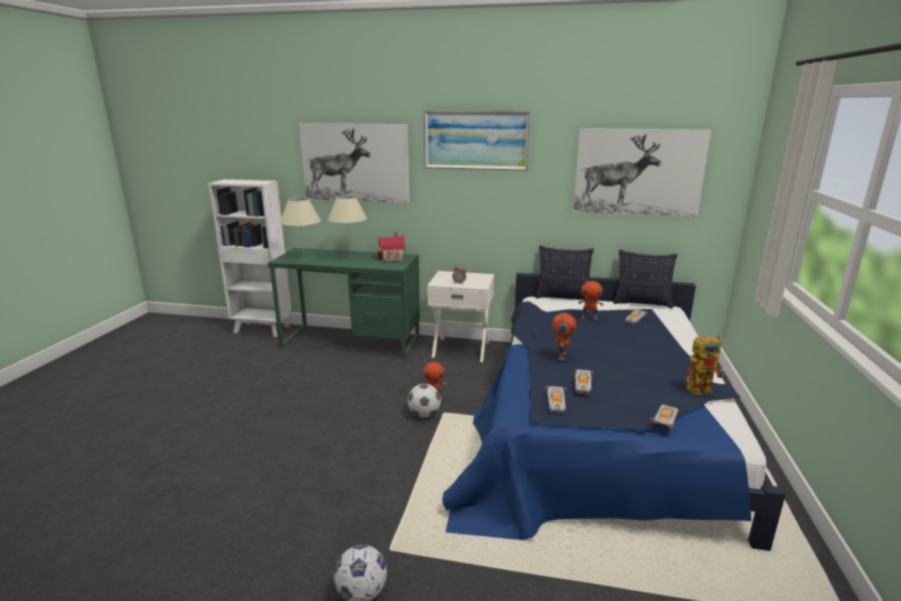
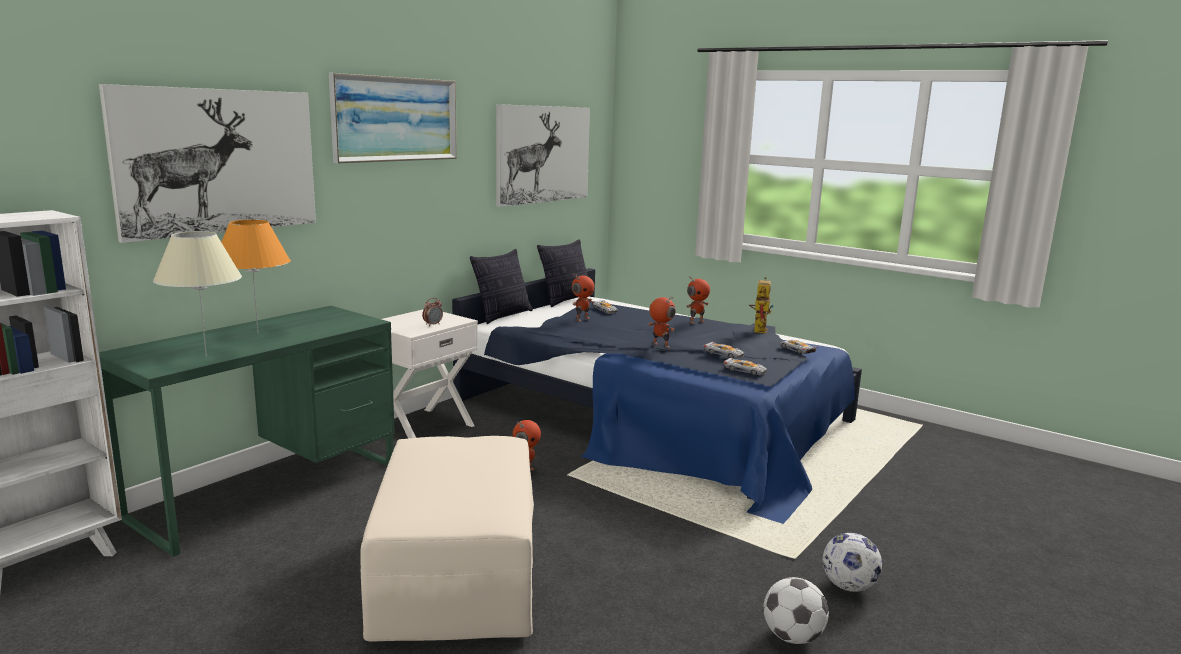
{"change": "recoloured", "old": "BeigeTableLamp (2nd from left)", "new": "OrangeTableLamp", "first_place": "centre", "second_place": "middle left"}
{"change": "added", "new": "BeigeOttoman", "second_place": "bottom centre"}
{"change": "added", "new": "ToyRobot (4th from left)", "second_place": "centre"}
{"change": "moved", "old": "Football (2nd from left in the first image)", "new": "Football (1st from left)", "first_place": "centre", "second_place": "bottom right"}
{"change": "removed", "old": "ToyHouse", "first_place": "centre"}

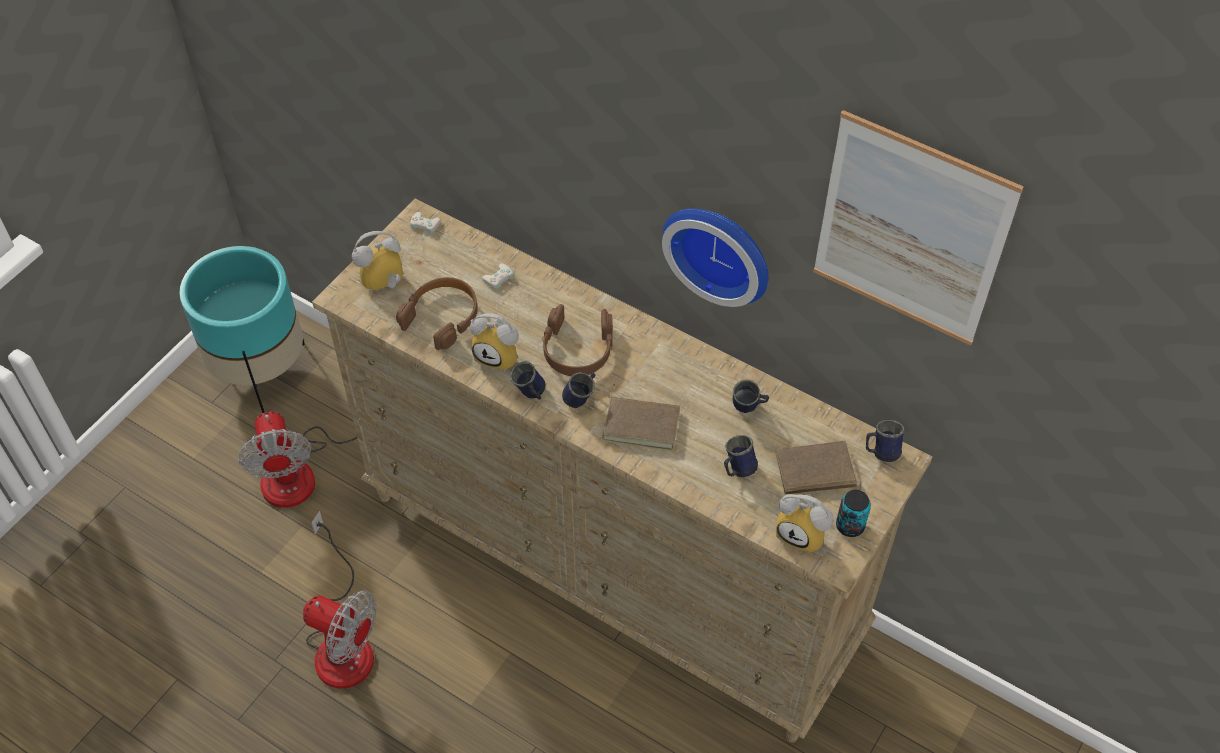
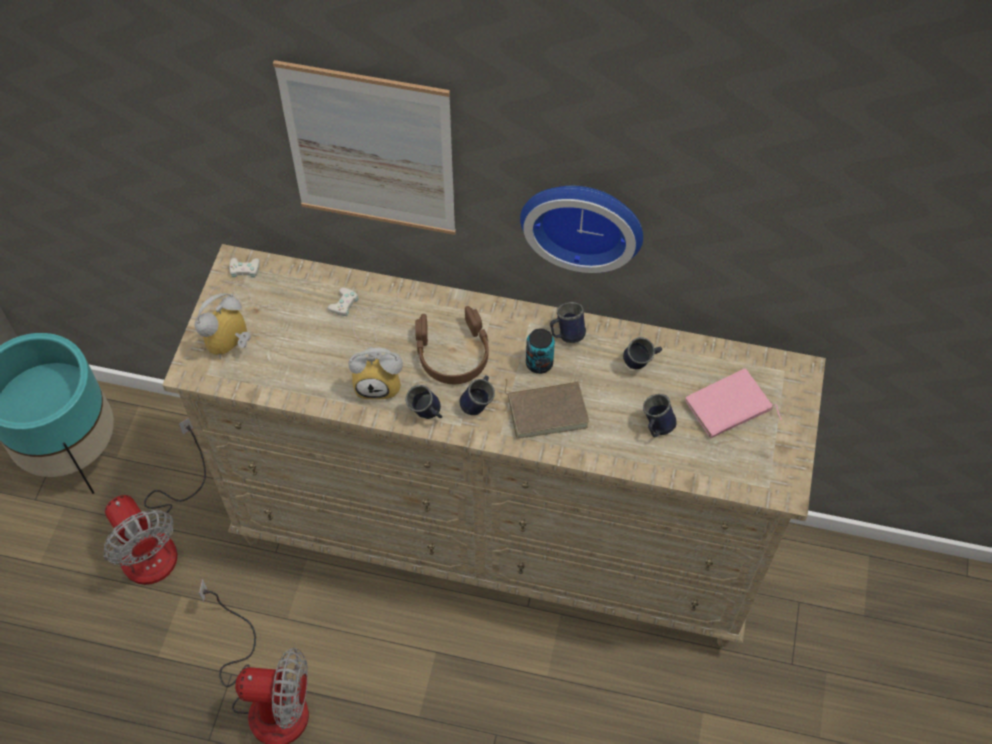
{"change": "moved", "old": "Picture", "first_place": "top right", "second_place": "top centre"}
{"change": "moved", "old": "Can", "first_place": "bottom right", "second_place": "centre"}
{"change": "moved", "old": "BlueMug (5th from left in the first image)", "new": "BlueMug (3rd from left)", "first_place": "middle right", "second_place": "centre"}
{"change": "recoloured", "old": "BrownBook (2nd from left)", "new": "PinkBook", "first_place": "middle right", "second_place": "middle right"}
{"change": "removed", "old": "BrownHeadphones (1st from left)", "first_place": "centre"}
{"change": "removed", "old": "AlarmClock (3rd from left)", "first_place": "bottom centre"}

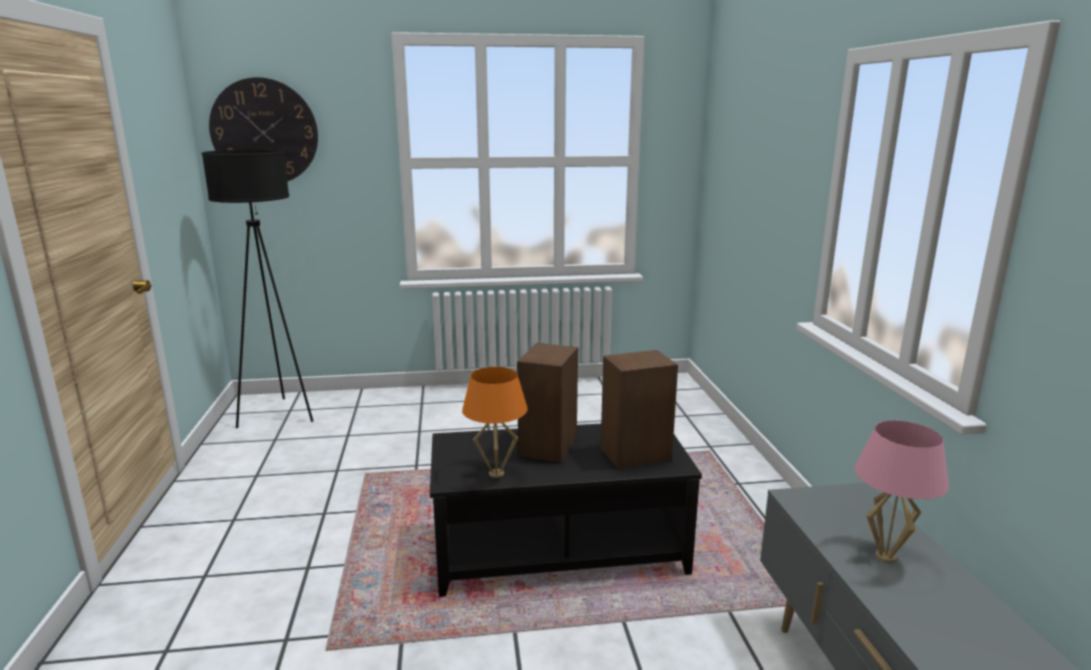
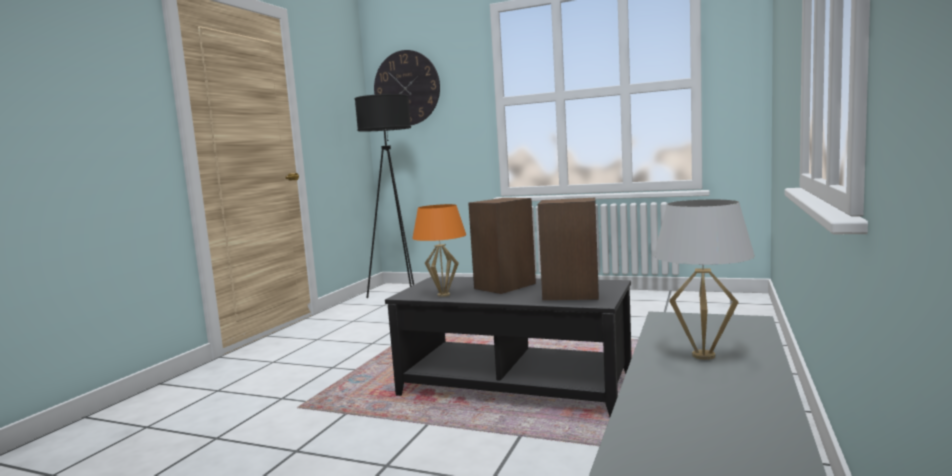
{"change": "recoloured", "old": "PinkTableLamp", "new": "WhiteTableLamp", "first_place": "bottom right", "second_place": "middle right"}

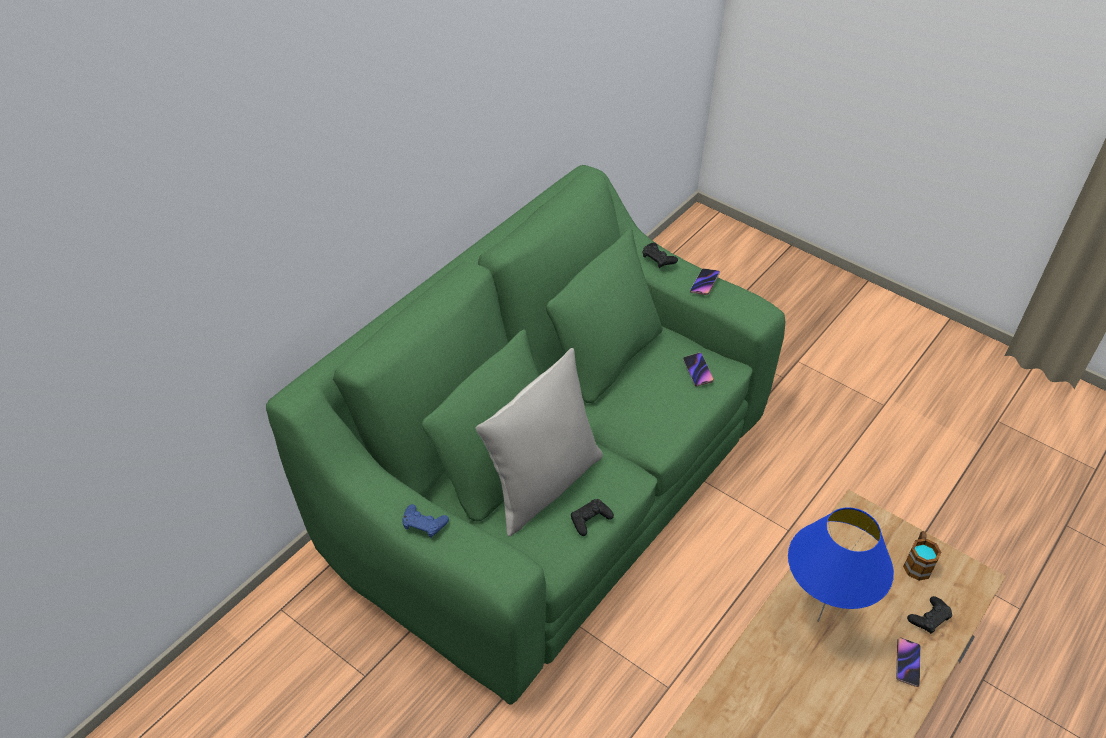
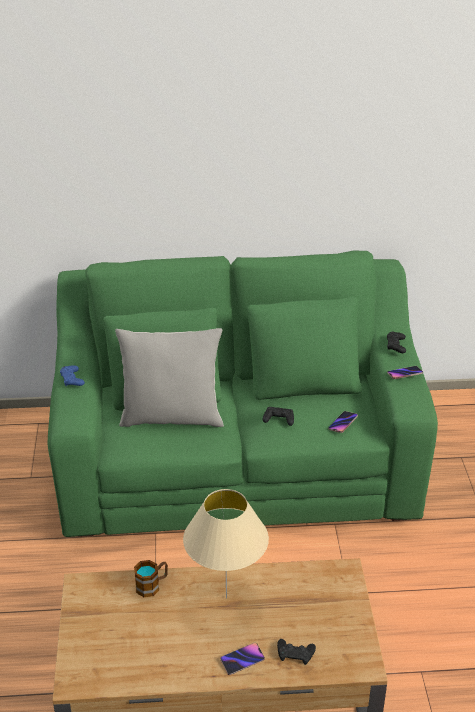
{"change": "moved", "old": "Mug", "first_place": "bottom right", "second_place": "bottom left"}
{"change": "recoloured", "old": "BlueTableLamp", "new": "BeigeTableLamp", "first_place": "bottom right", "second_place": "bottom centre"}
{"change": "moved", "old": "BlackGameController (1st from left)", "first_place": "bottom centre", "second_place": "centre"}

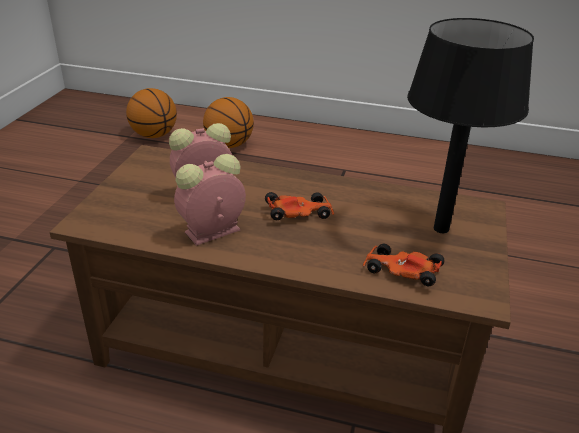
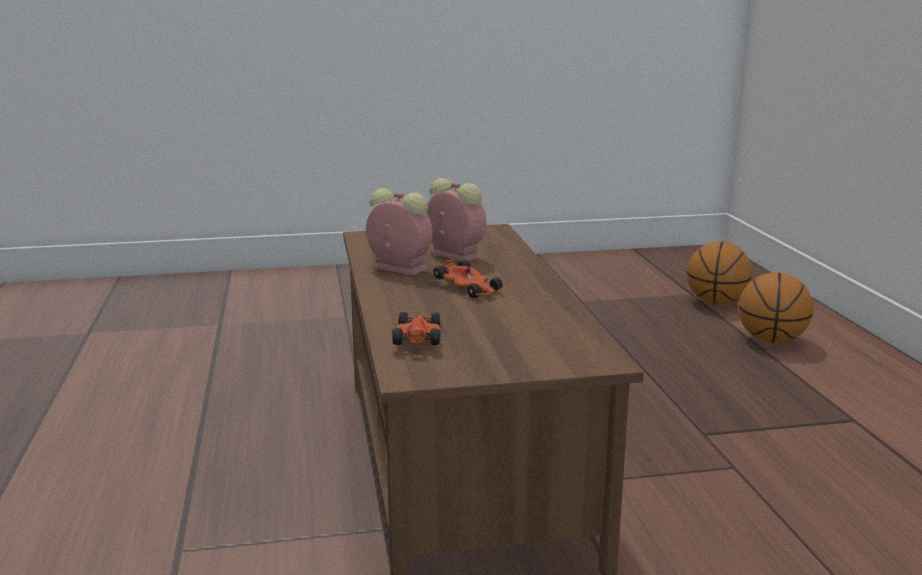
{"change": "removed", "old": "BlackTableLamp", "first_place": "top right"}

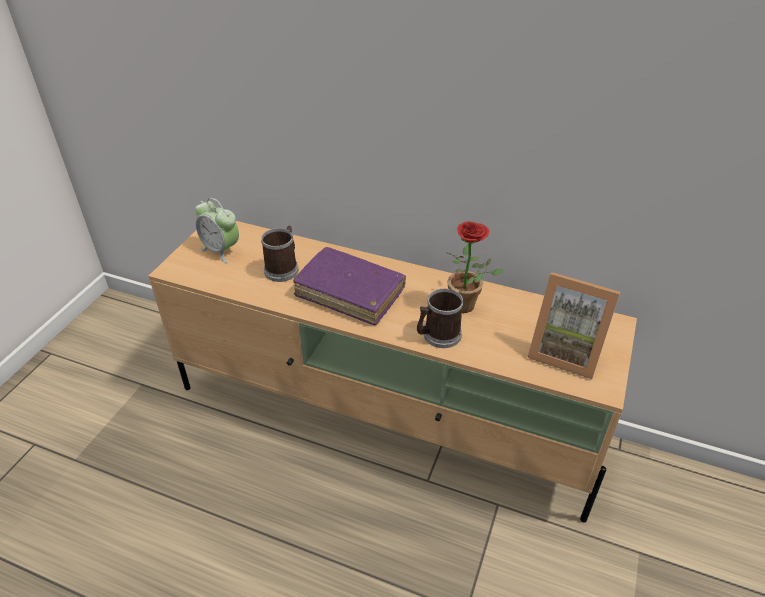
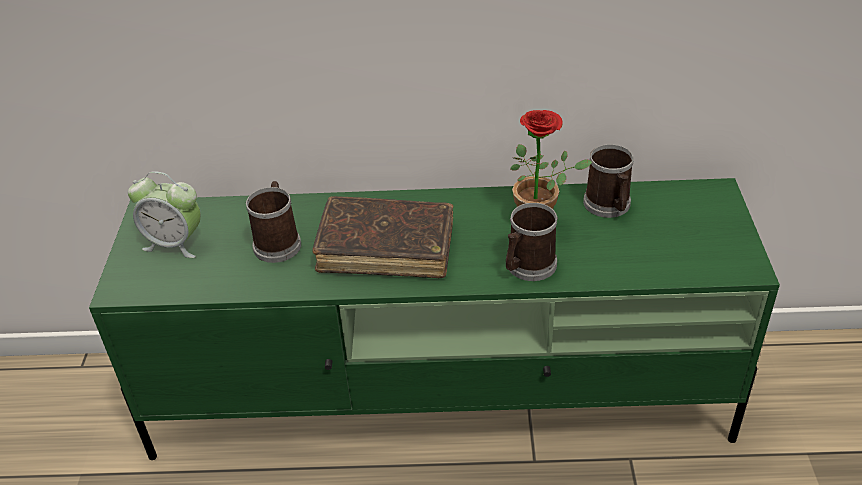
{"change": "recoloured", "old": "BeigeTvStand", "new": "GreenTvStand", "first_place": "centre", "second_place": "centre"}
{"change": "recoloured", "old": "PurpleBook", "new": "BrownBook", "first_place": "centre", "second_place": "centre"}
{"change": "added", "new": "Mug (3rd from left)", "second_place": "middle right"}
{"change": "removed", "old": "PictureFrame", "first_place": "middle right"}

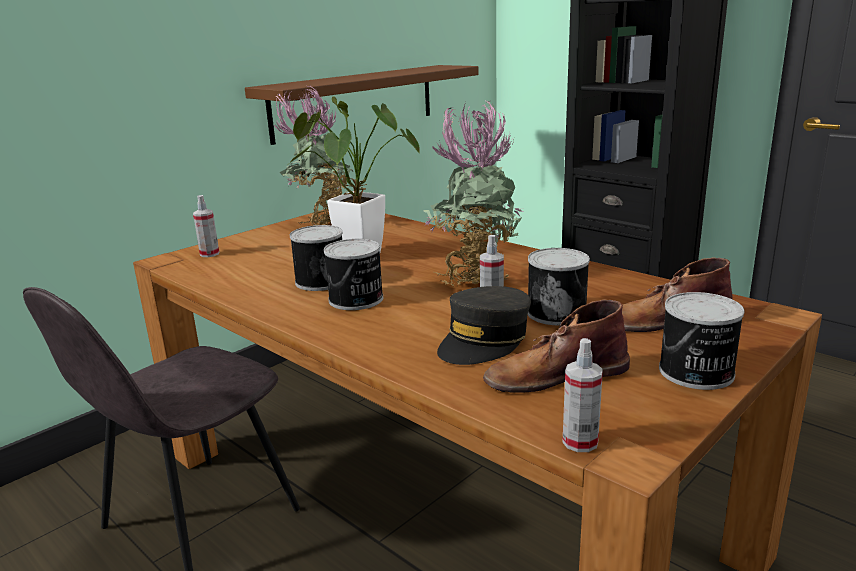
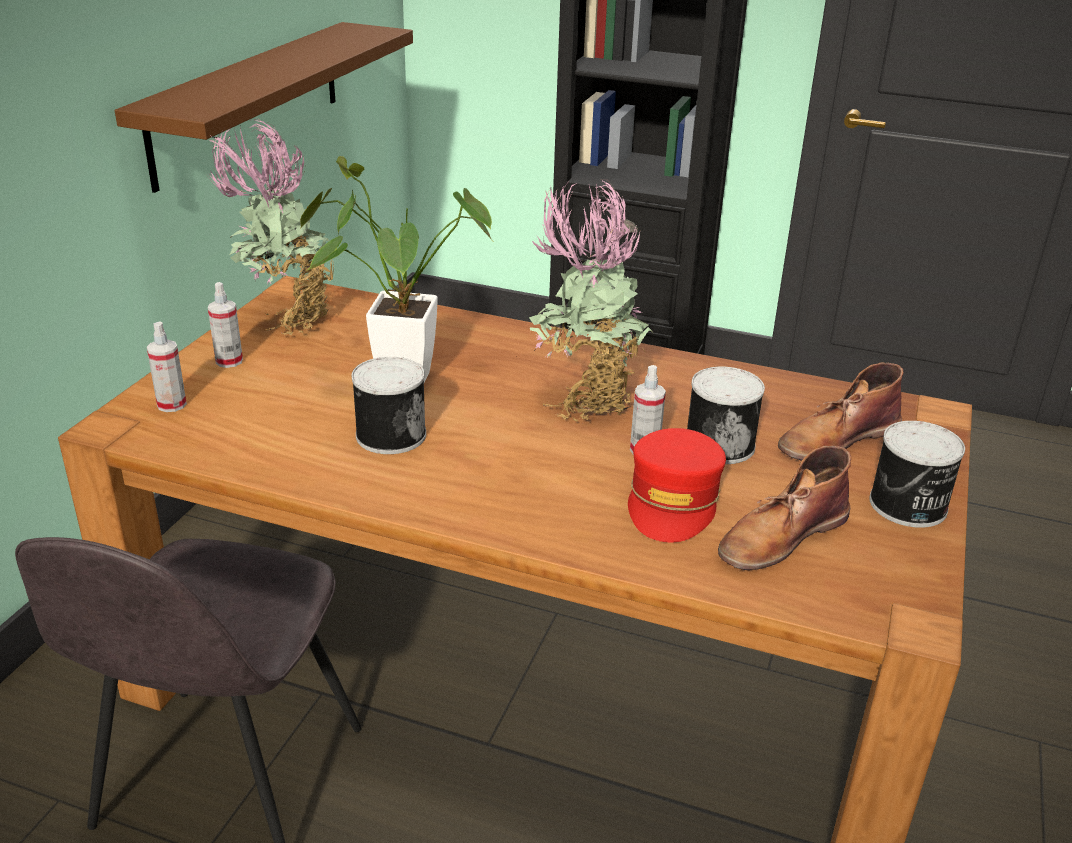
{"change": "moved", "old": "SprayBottle (3rd from left in the first image)", "new": "SprayBottle (2nd from left)", "first_place": "bottom right", "second_place": "middle left"}
{"change": "recoloured", "old": "GreyCap", "new": "RedCap", "first_place": "centre", "second_place": "centre"}
{"change": "removed", "old": "Can (2nd from left)", "first_place": "centre"}

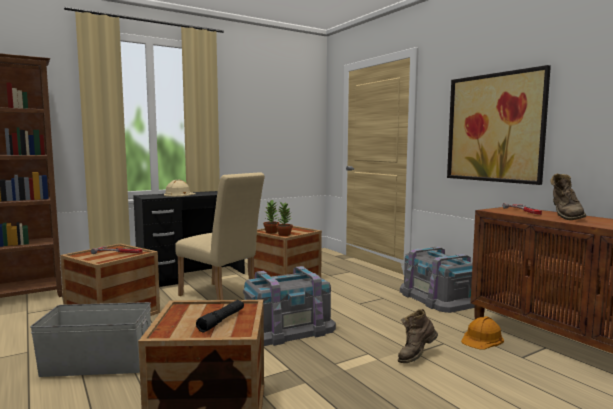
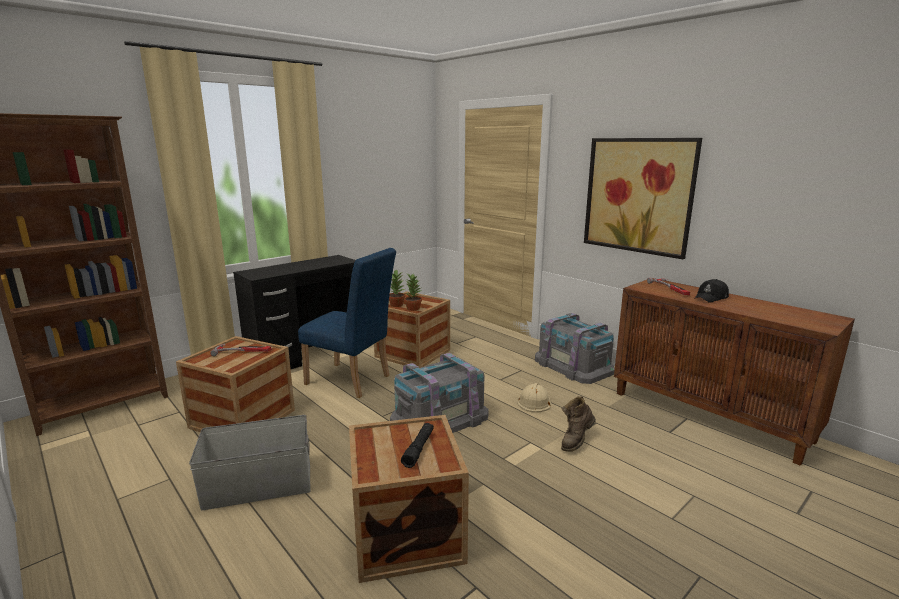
{"change": "recoloured", "old": "BeigeChair", "new": "BlueChair", "first_place": "centre", "second_place": "centre"}
{"change": "moved", "old": "BeigeHardHat", "first_place": "middle left", "second_place": "centre"}
{"change": "replaced", "old": "BrownBoot (2nd from left)", "new": "BlackCap", "first_place": "middle right", "second_place": "middle right"}
{"change": "removed", "old": "OrangeHardHat", "first_place": "bottom right"}

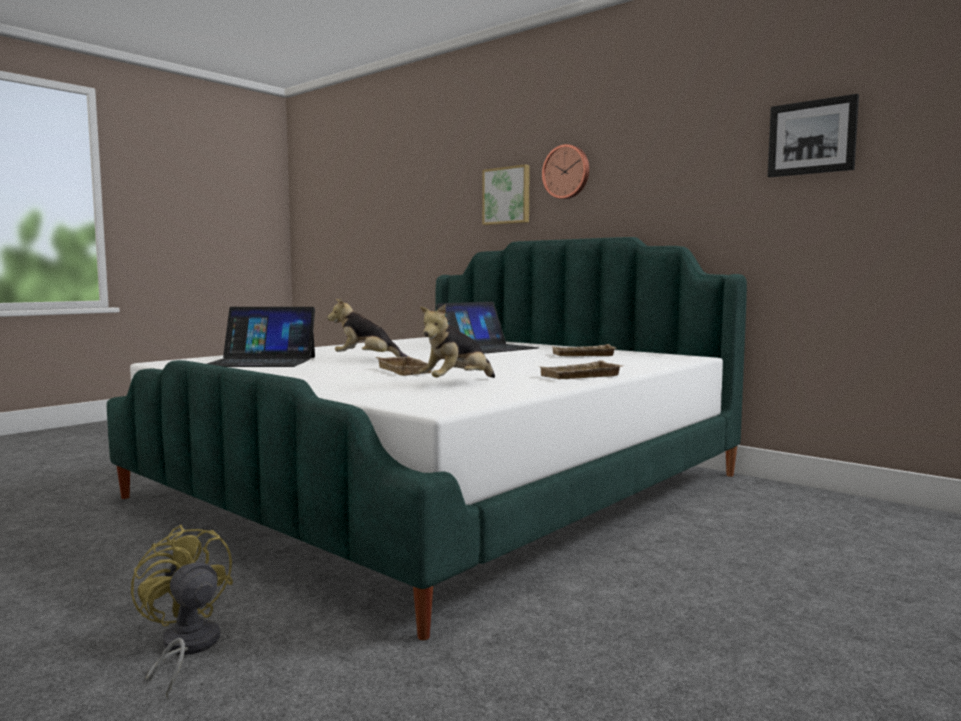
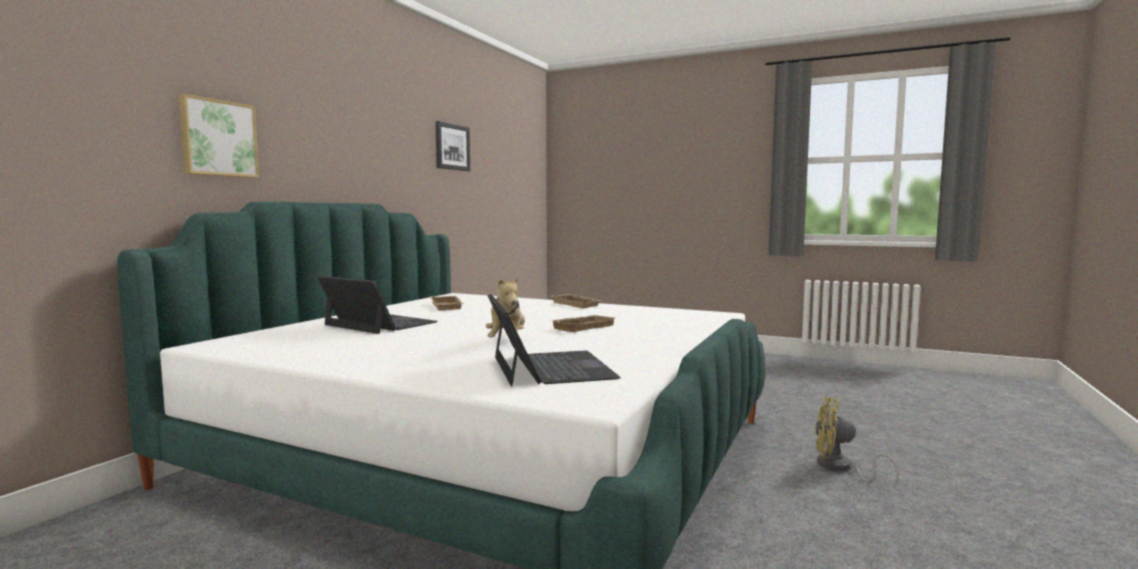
{"change": "turned", "old": "YellowFan", "first_place": "bottom left", "second_place": "bottom right", "degrees": 75}
{"change": "removed", "old": "PlushToy (2nd from left)", "first_place": "centre"}
{"change": "removed", "old": "WallClock", "first_place": "top centre"}

